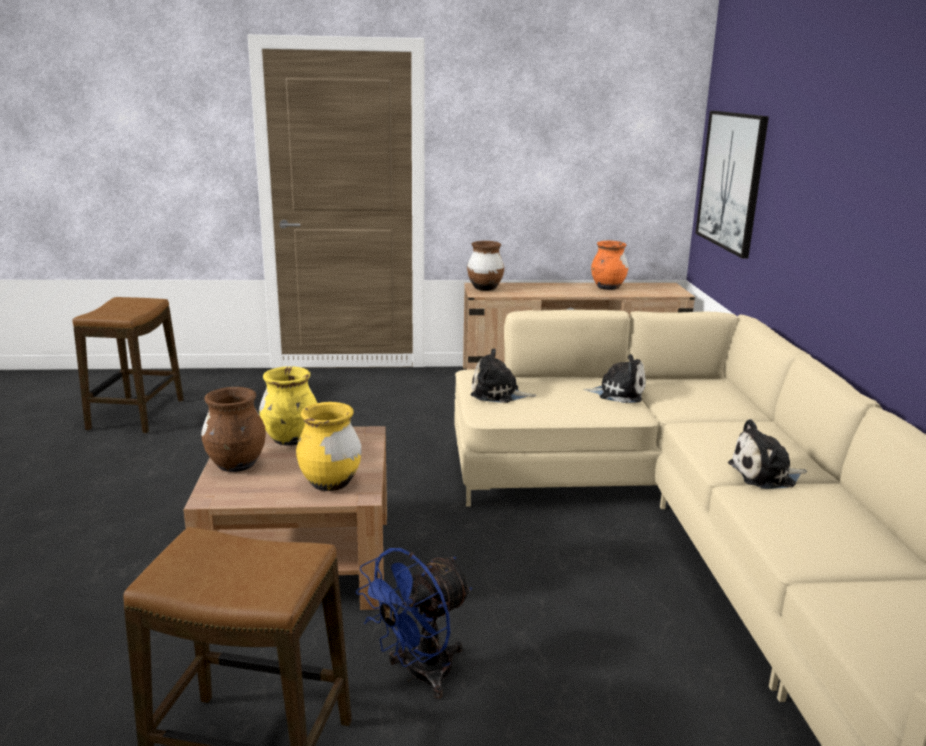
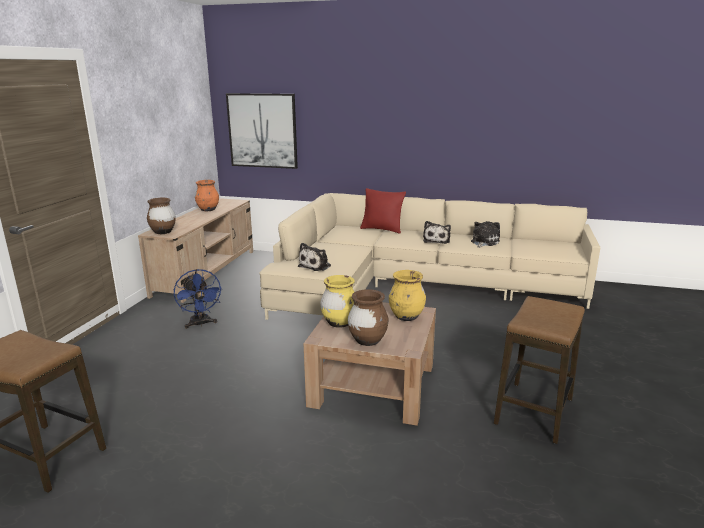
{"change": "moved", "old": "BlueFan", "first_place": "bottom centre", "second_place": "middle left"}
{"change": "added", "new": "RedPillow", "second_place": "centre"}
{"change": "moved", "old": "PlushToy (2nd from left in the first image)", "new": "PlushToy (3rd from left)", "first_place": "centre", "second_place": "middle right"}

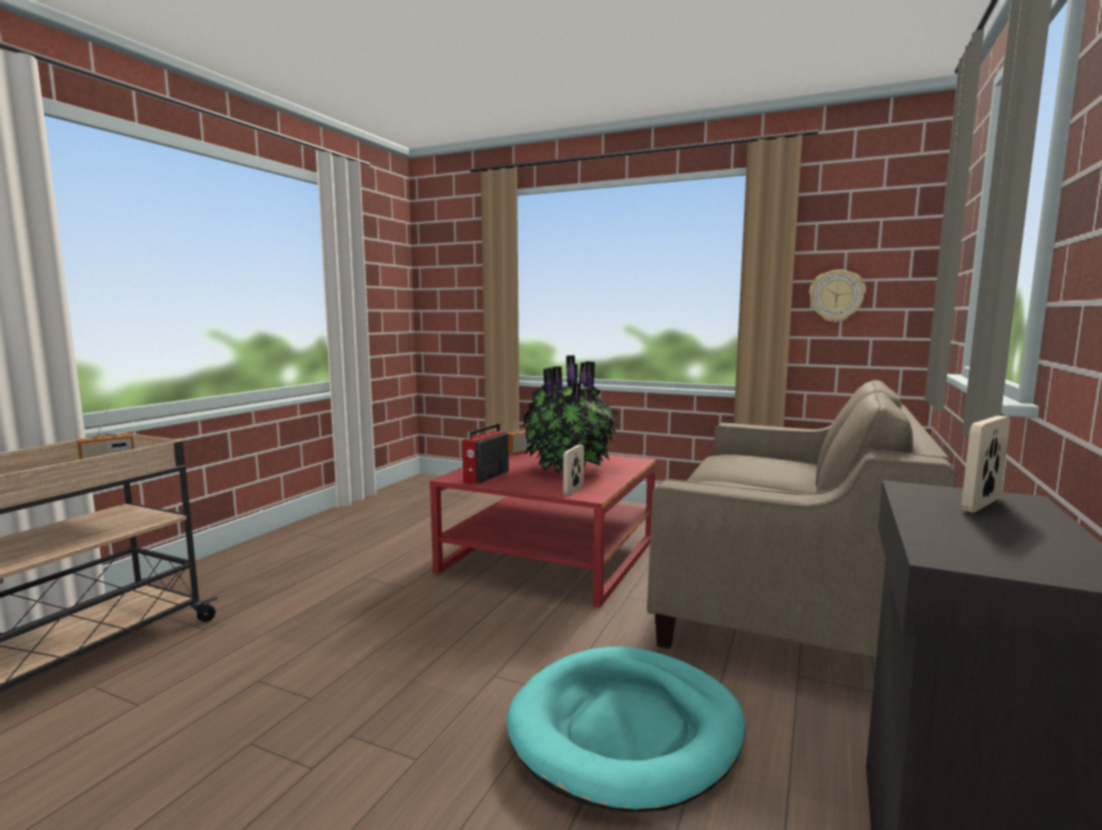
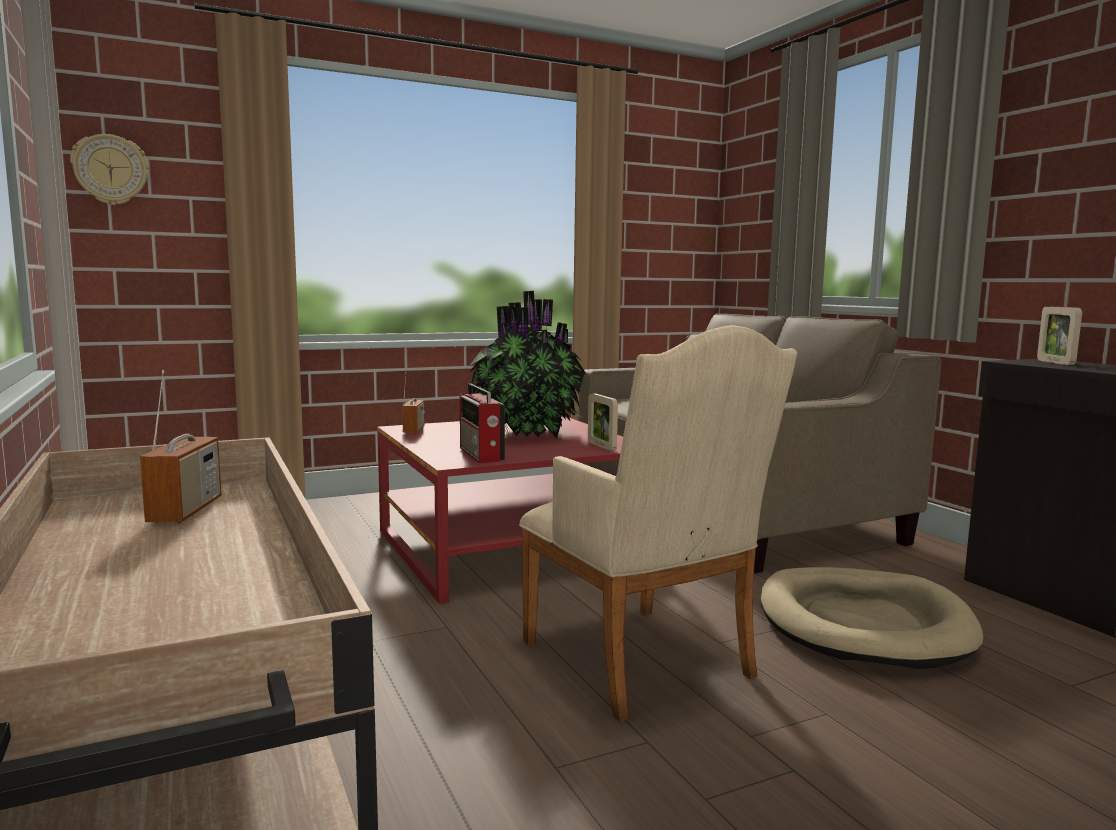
{"change": "moved", "old": "WallClock", "first_place": "middle right", "second_place": "top left"}
{"change": "added", "new": "BeigeArmchair", "second_place": "centre"}
{"change": "recoloured", "old": "TurquoiseDogBed", "new": "BeigeDogBed", "first_place": "bottom centre", "second_place": "bottom right"}

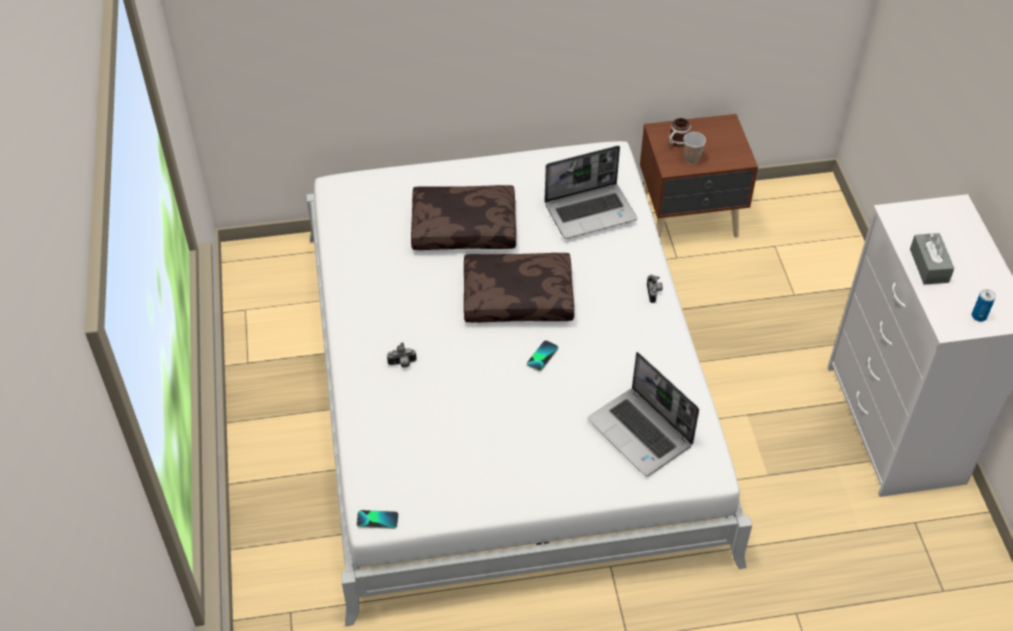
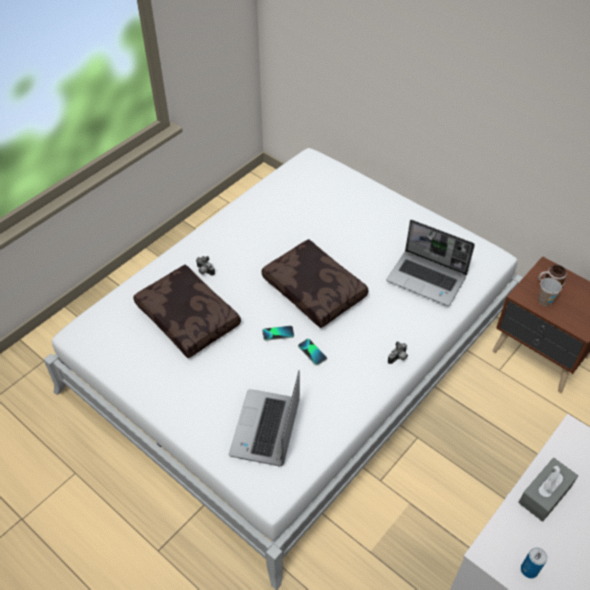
{"change": "moved", "old": "BrownPillow (1st from left)", "first_place": "centre", "second_place": "middle left"}
{"change": "moved", "old": "Phone (1st from left in the first image)", "new": "Phone (2nd from left)", "first_place": "bottom centre", "second_place": "centre"}

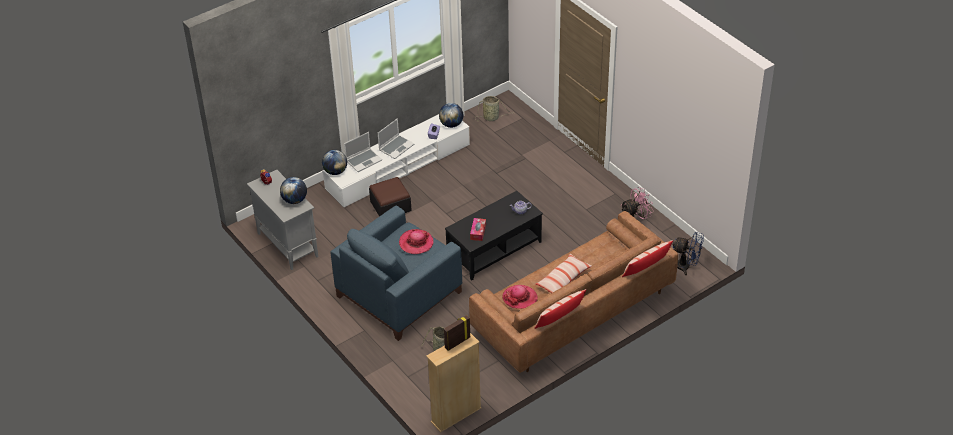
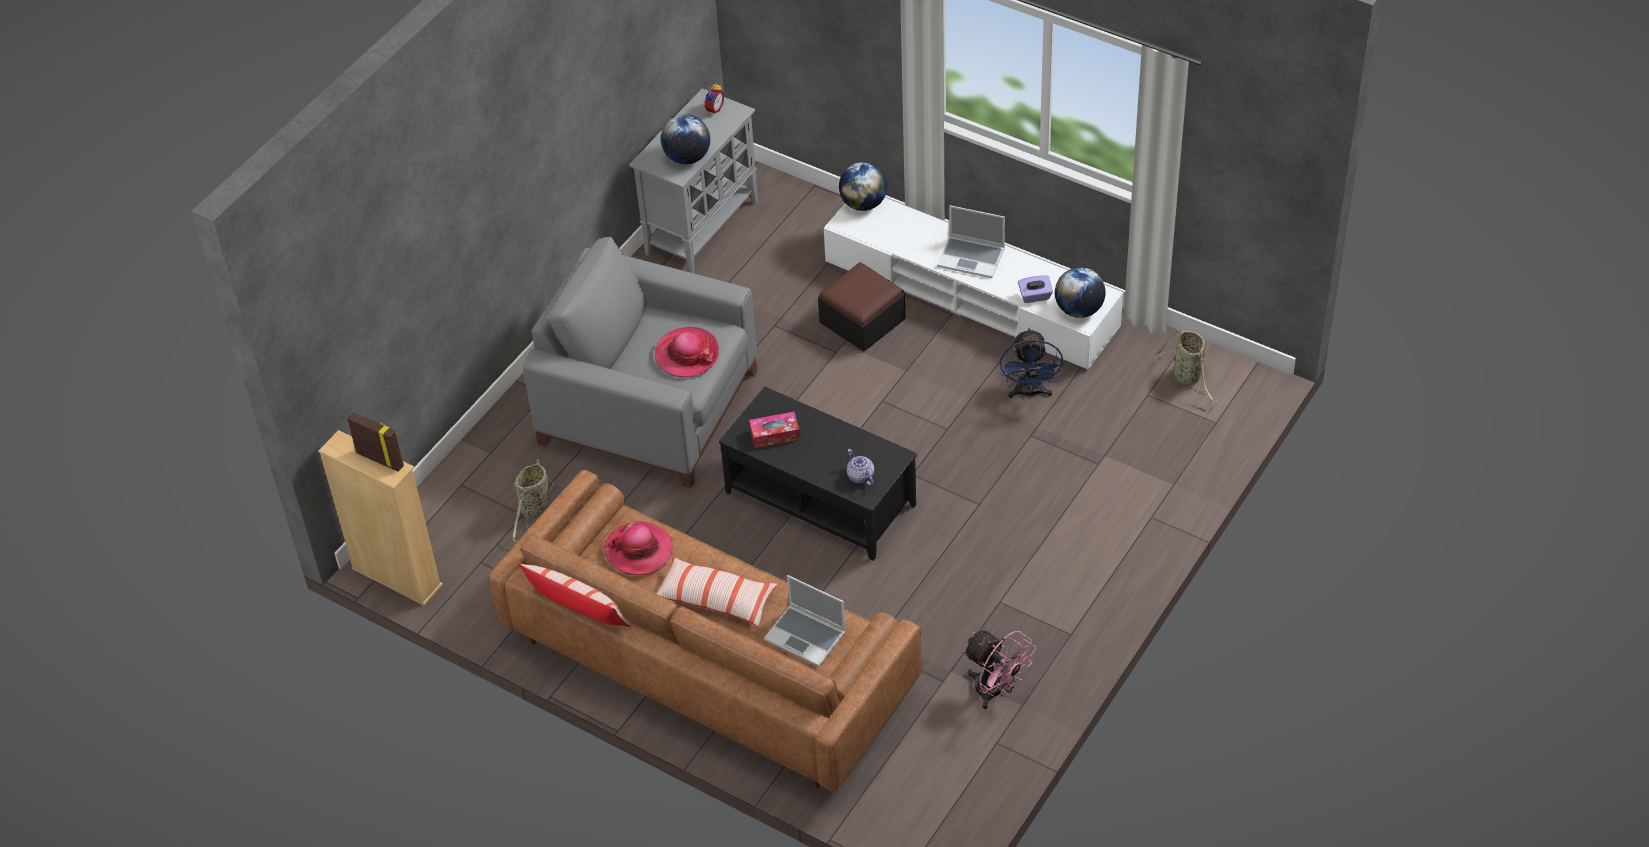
{"change": "recoloured", "old": "BlueArmchair", "new": "GreyArmchair", "first_place": "centre", "second_place": "centre"}
{"change": "moved", "old": "Laptop (1st from left)", "first_place": "centre", "second_place": "bottom centre"}
{"change": "moved", "old": "BlueFan", "first_place": "middle right", "second_place": "centre"}
{"change": "removed", "old": "Pillow (3rd from left)", "first_place": "middle right"}

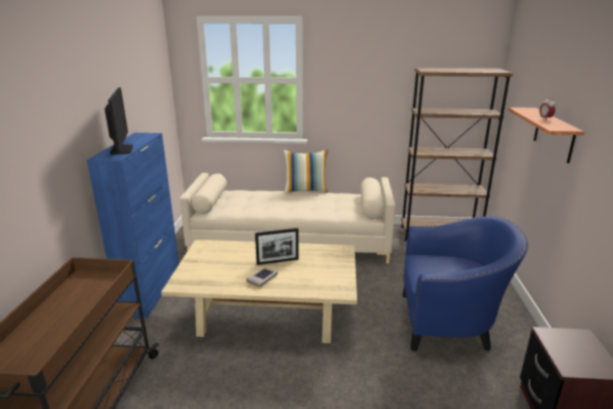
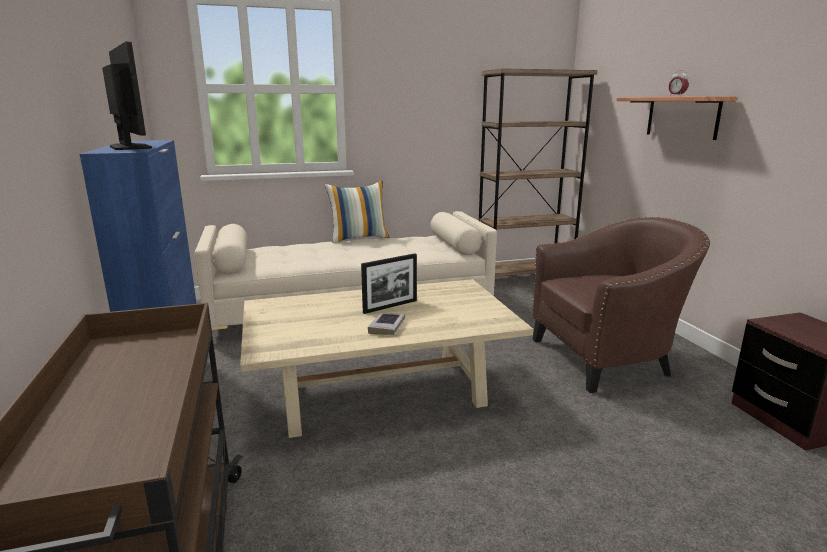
{"change": "recoloured", "old": "BlueArmchair", "new": "BrownArmchair", "first_place": "bottom right", "second_place": "middle right"}

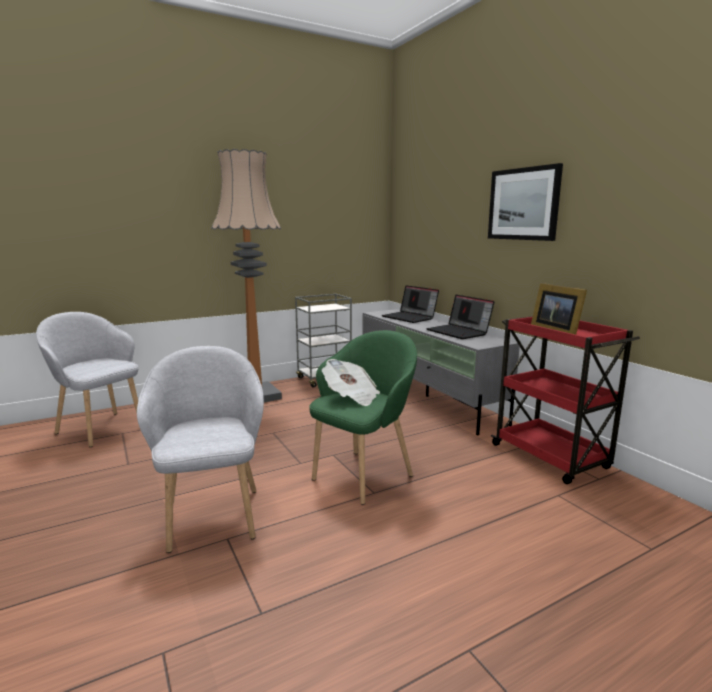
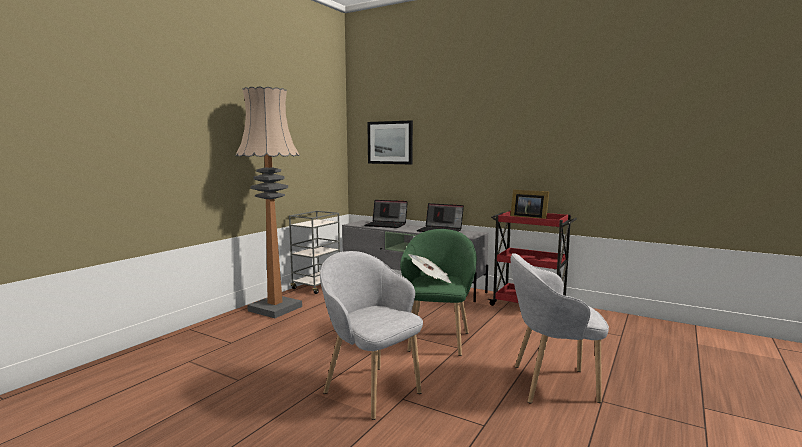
{"change": "moved", "old": "Picture", "first_place": "top right", "second_place": "top centre"}
{"change": "moved", "old": "GreyArmchair (1st from left in the first image)", "new": "GreyArmchair (2nd from left)", "first_place": "middle left", "second_place": "bottom right"}

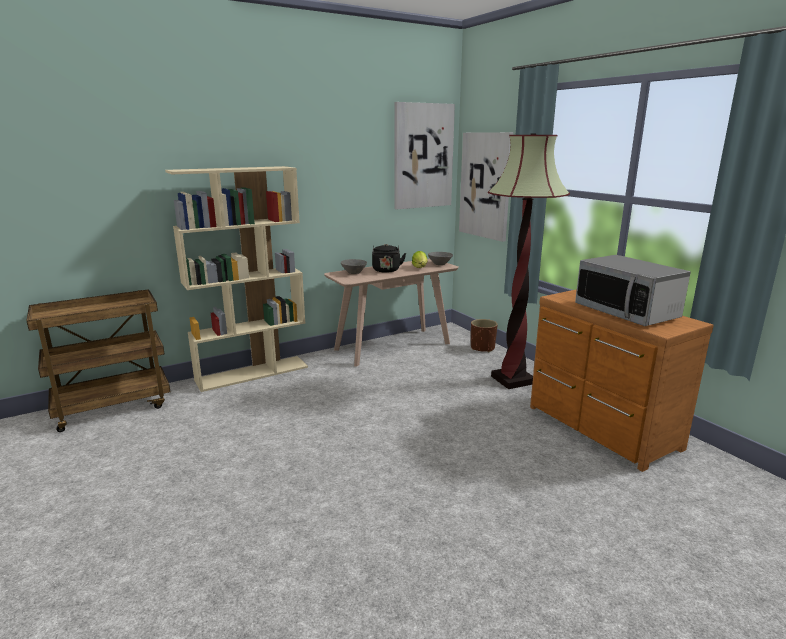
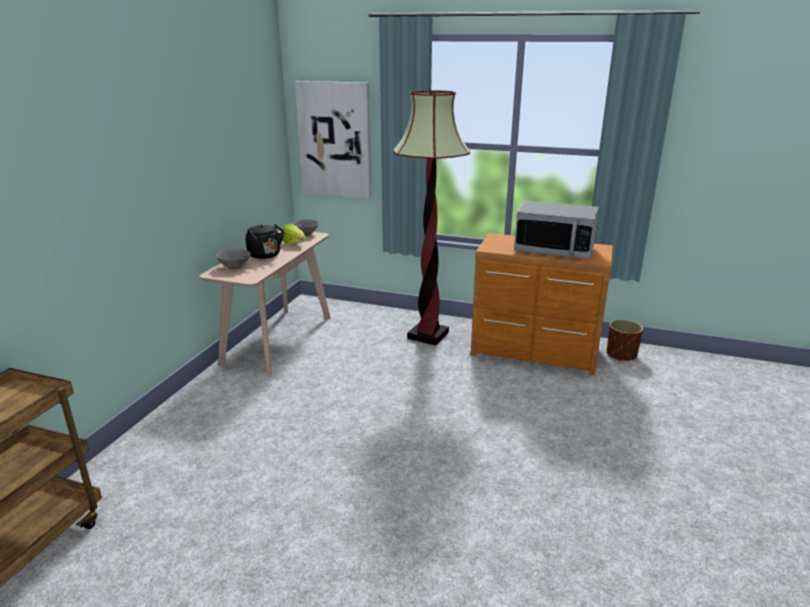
{"change": "moved", "old": "BrownPlanter", "first_place": "centre", "second_place": "middle right"}
{"change": "removed", "old": "BeigeBookcase", "first_place": "middle left"}
{"change": "removed", "old": "Picture (1st from left)", "first_place": "top centre"}

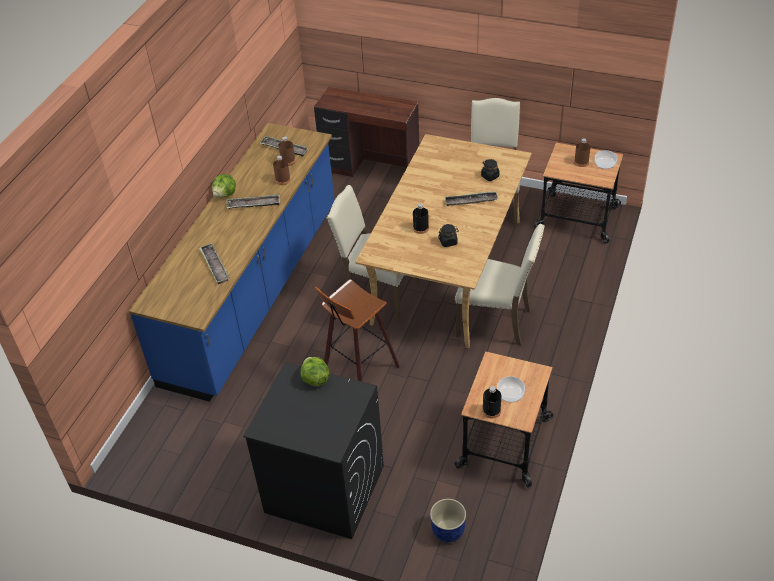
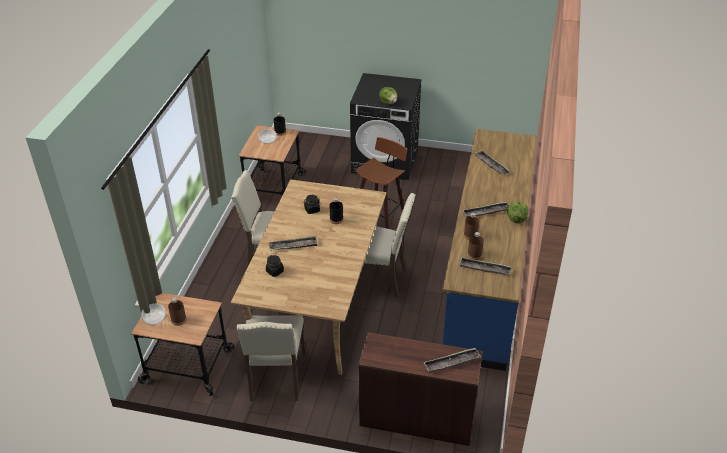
{"change": "added", "new": "Tray (2nd from left)", "second_place": "bottom centre"}
{"change": "removed", "old": "BluePlanter", "first_place": "bottom centre"}

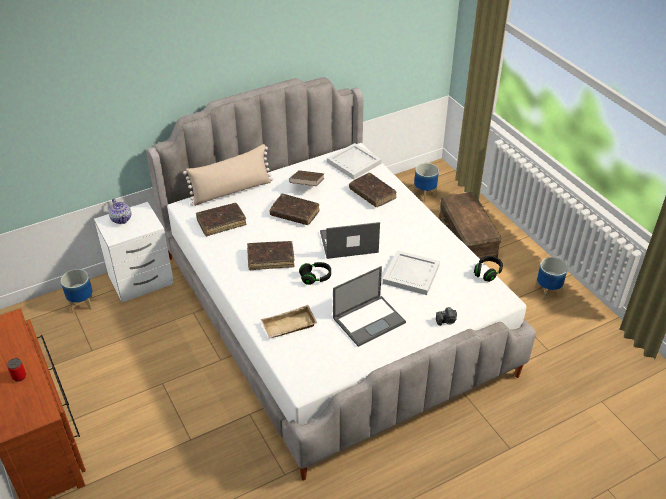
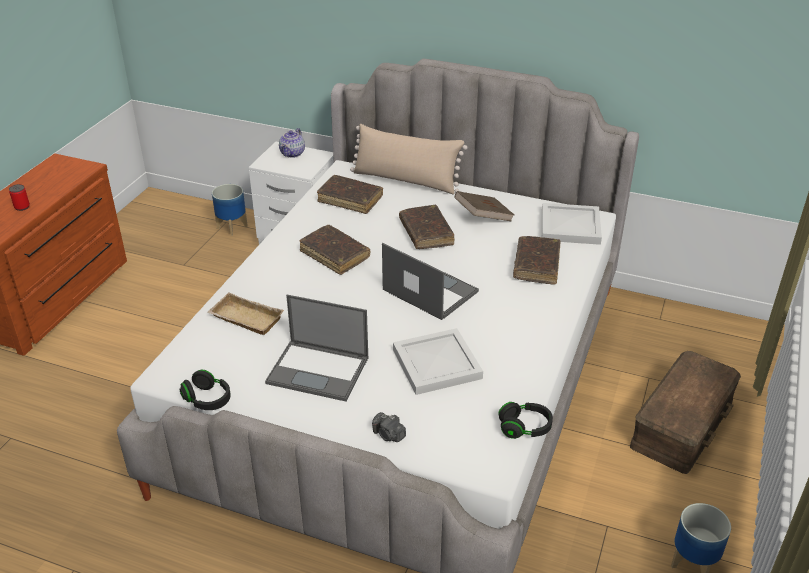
{"change": "moved", "old": "BlackHeadphones (1st from left)", "first_place": "centre", "second_place": "bottom left"}
{"change": "removed", "old": "Planter (2nd from left)", "first_place": "centre"}

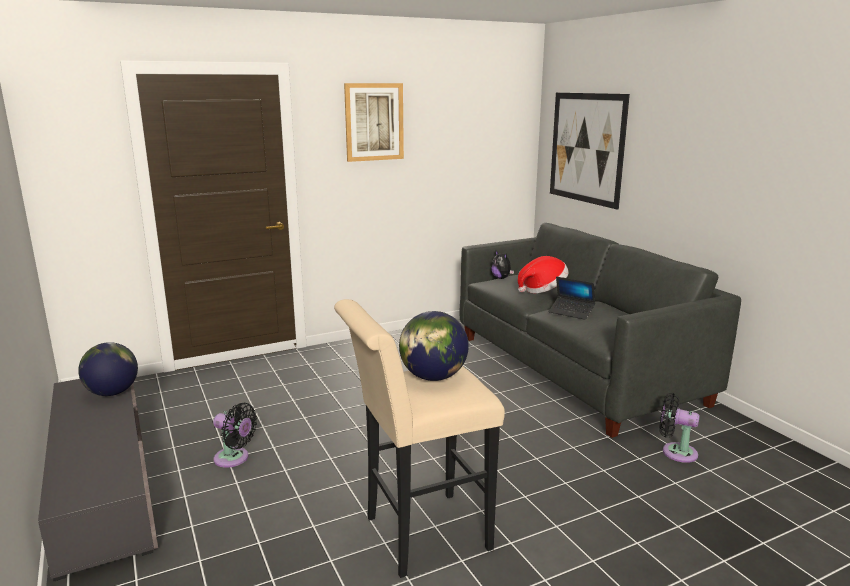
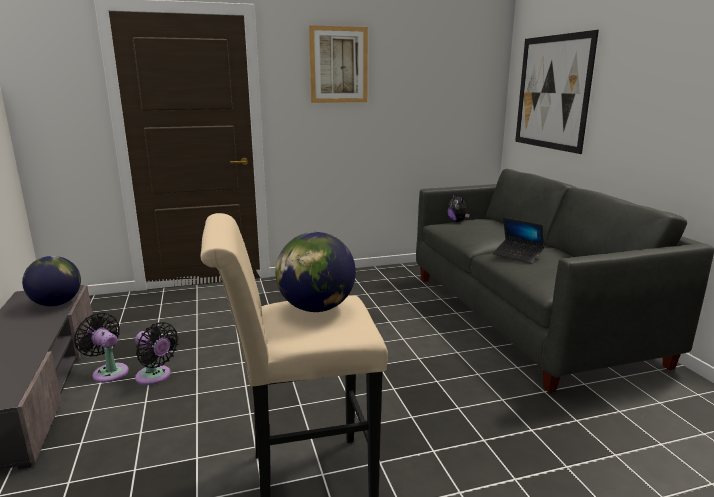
{"change": "moved", "old": "BlackFan (2nd from left in the first image)", "new": "BlackFan (1st from left)", "first_place": "bottom right", "second_place": "bottom left"}
{"change": "removed", "old": "Hat", "first_place": "centre"}

